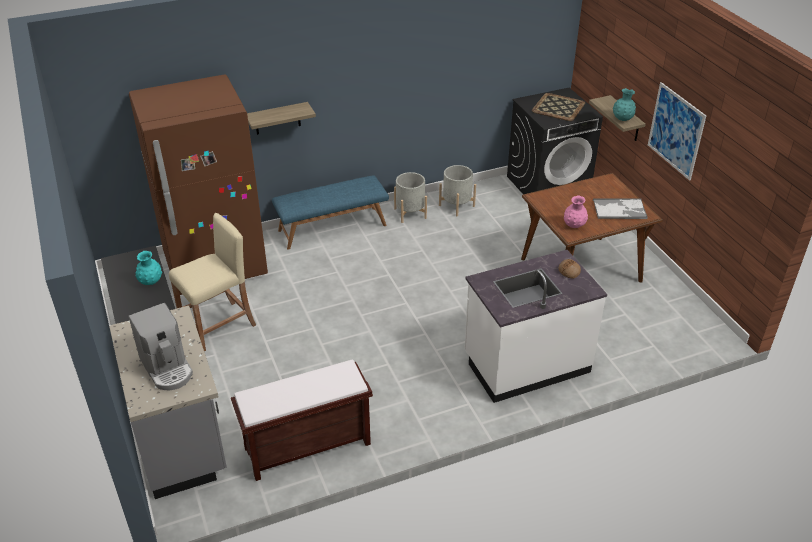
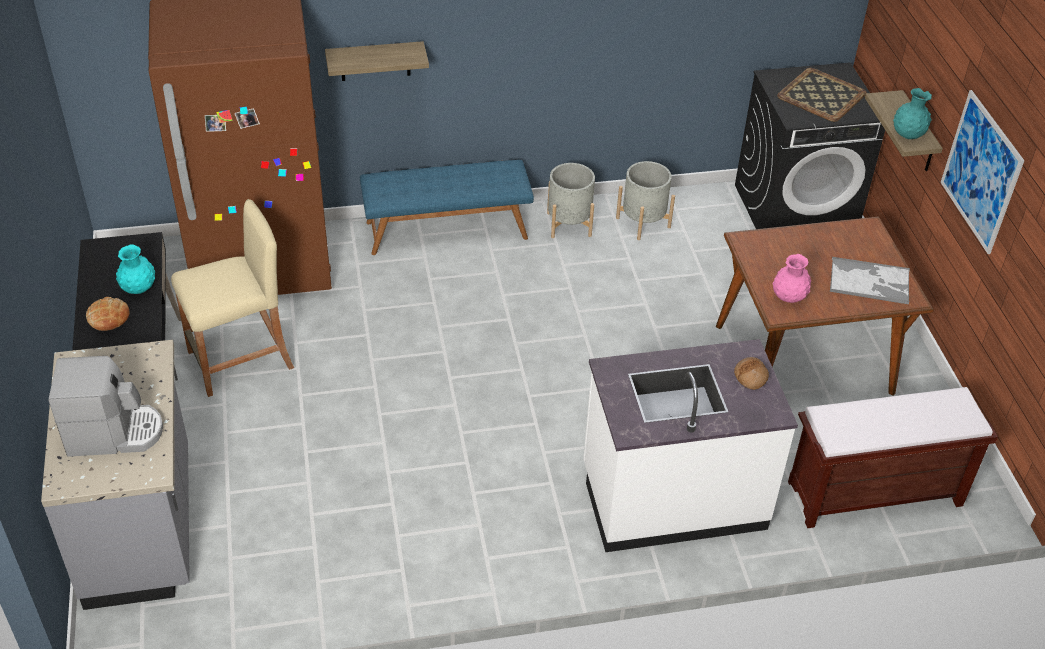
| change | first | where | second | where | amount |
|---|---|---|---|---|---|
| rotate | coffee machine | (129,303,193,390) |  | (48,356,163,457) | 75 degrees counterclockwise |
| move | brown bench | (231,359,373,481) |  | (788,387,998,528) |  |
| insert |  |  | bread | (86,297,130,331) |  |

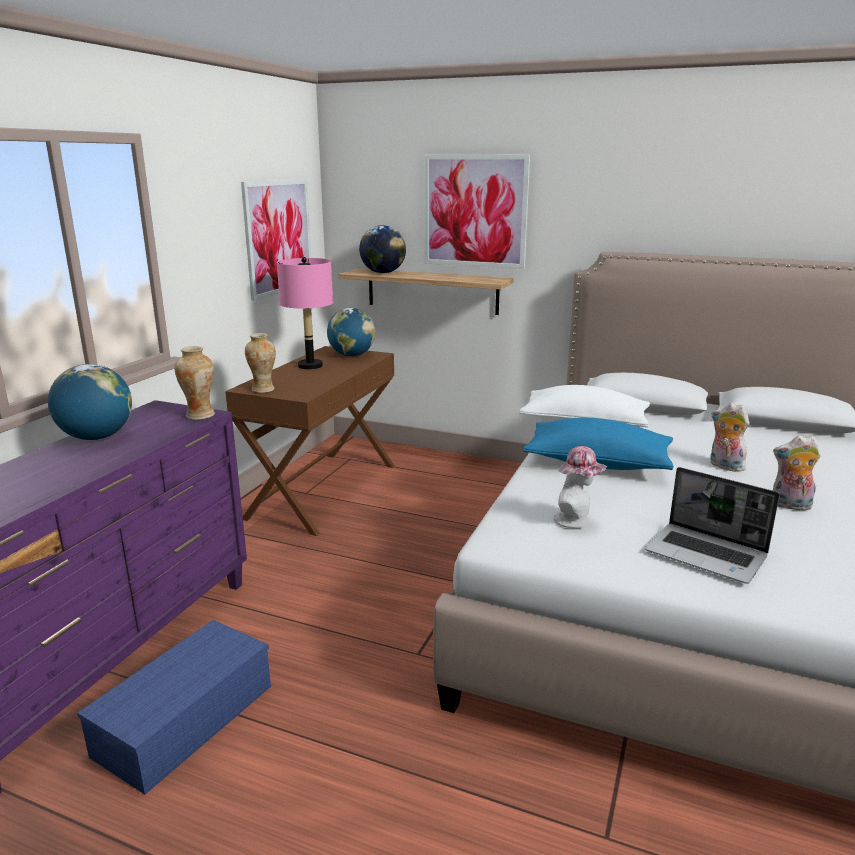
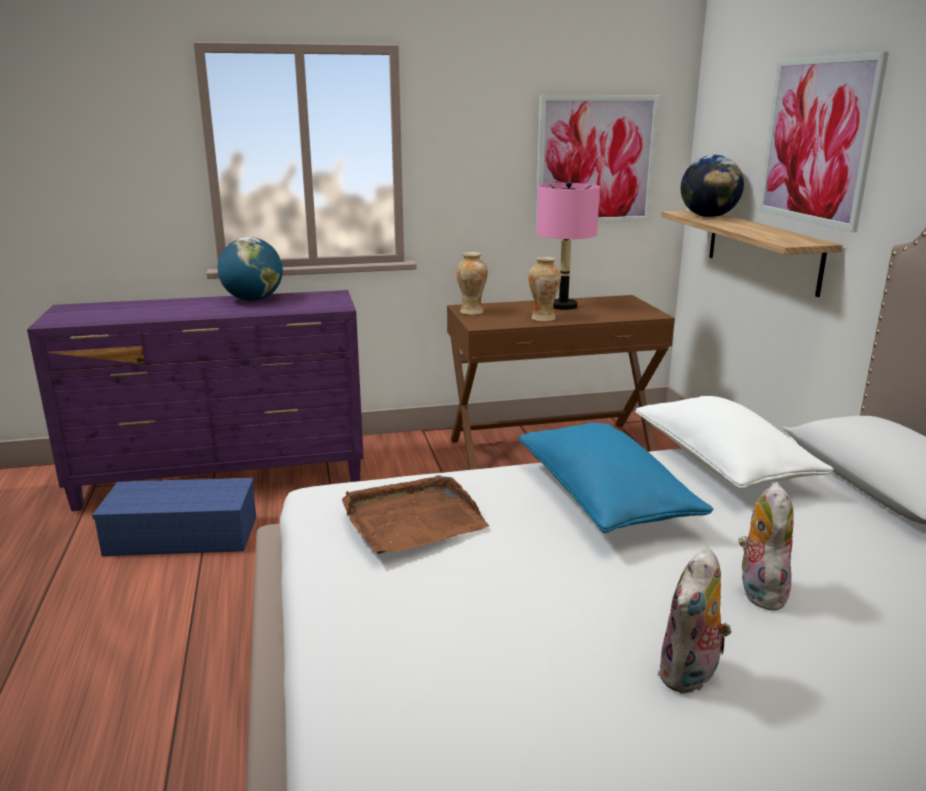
| change | first | where | second | where | amount |
|---|---|---|---|---|---|
| delete | globe | (327,308,375,356) |  |  |  |
| move | vase | (175,346,215,420) |  | (528,257,561,321) |  |
| rotate | plush toy | (773,436,821,510) |  | (657,548,732,694) | 120 degrees counterclockwise |
| replace | hat | (554,446,608,528) | brown tray | (342,475,489,554) |  |
| delete | laptop | (645,467,780,584) |  |  |  |

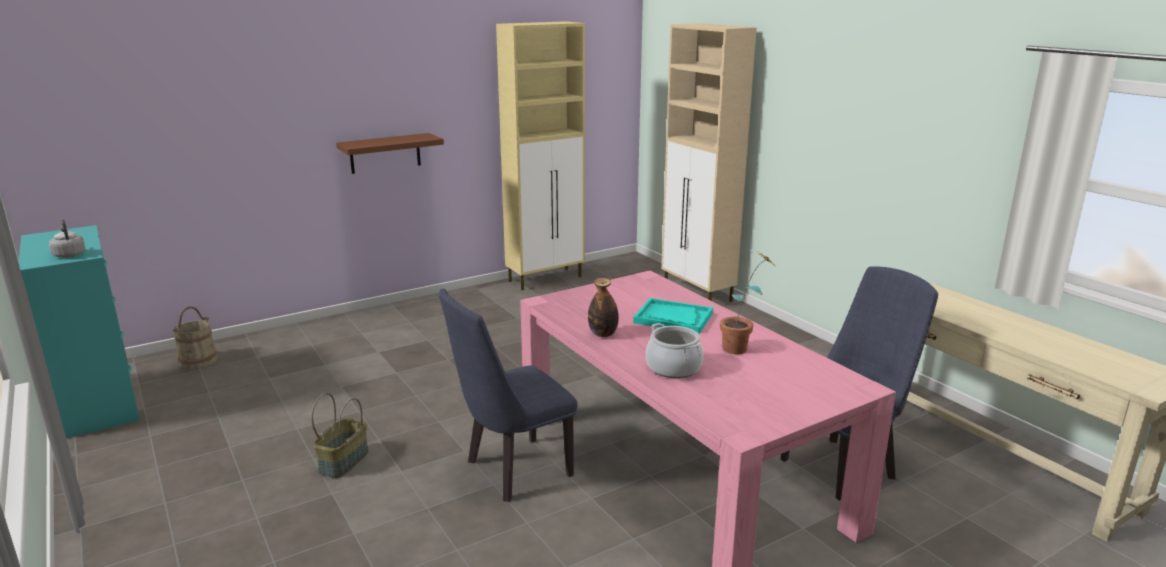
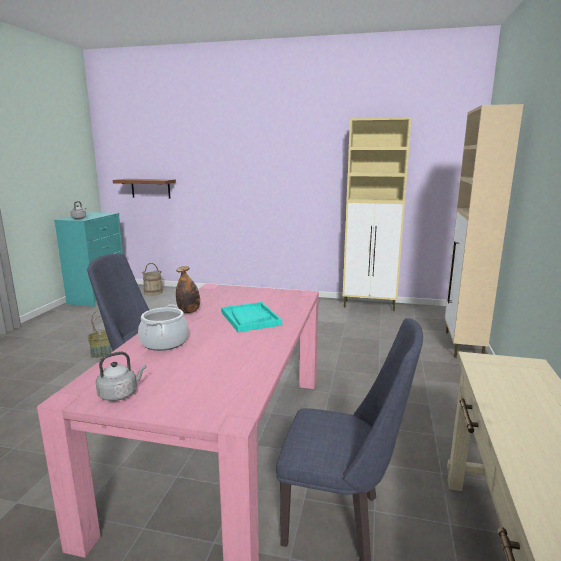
| change | first | where | second | where | amount |
|---|---|---|---|---|---|
| move | brown shelf | (336,133,444,174) |  | (113,179,176,198) |  |
| delete | potted plant | (720,251,776,354) |  |  |  |
| insert |  |  | grey kettle | (96,351,146,401) |  |

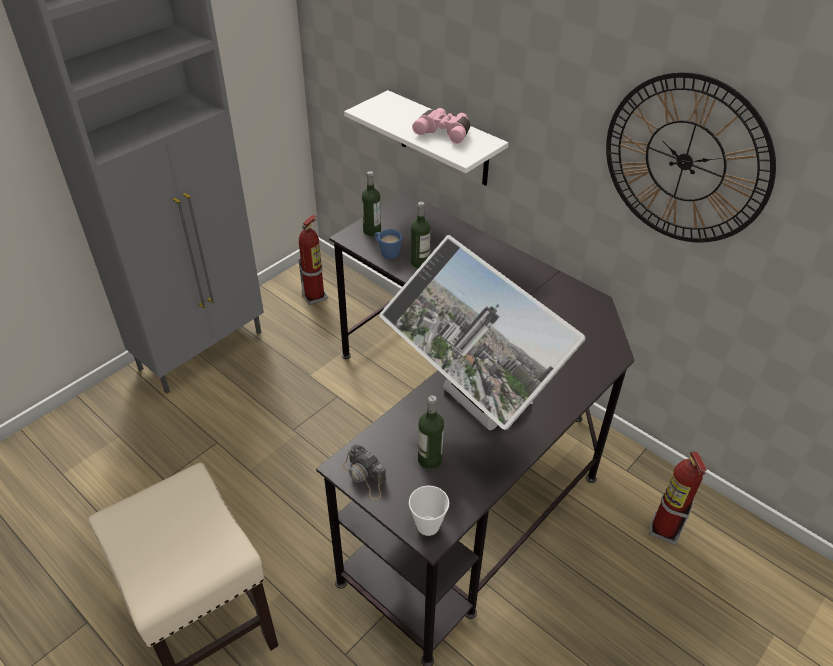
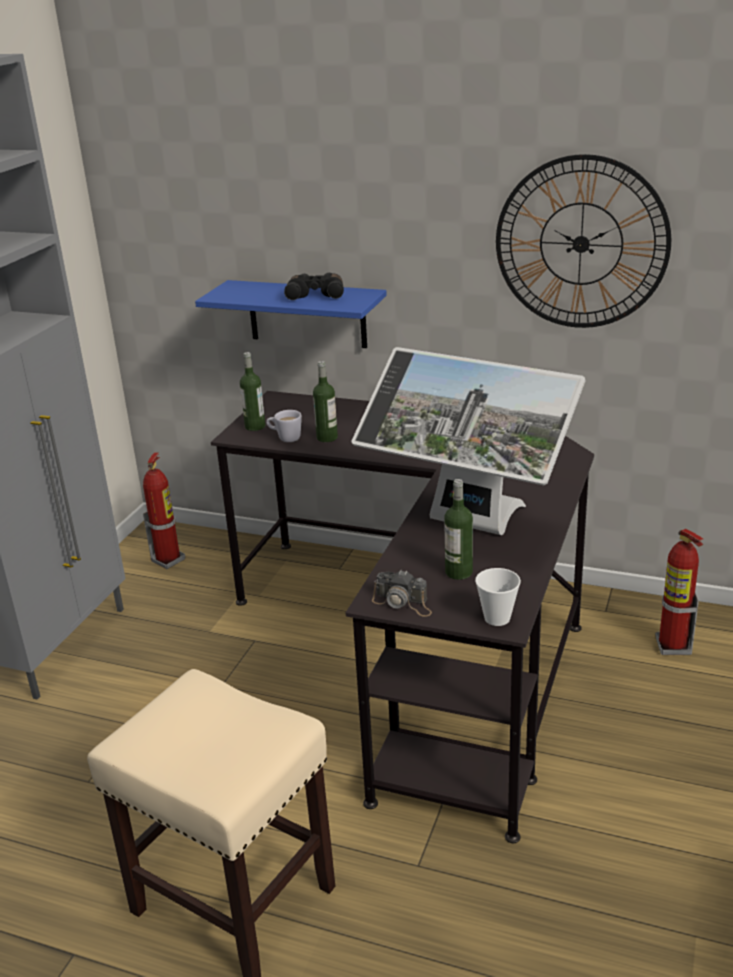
| change | first | where | second | where | amount |
|---|---|---|---|---|---|
| recolor | white shelf | (344,90,509,186) | blue shelf | (195,280,387,348) |  |
| recolor | pink binoculars | (412,108,470,144) | black binoculars | (284,273,344,300) |  |
| recolor | blue mug | (374,229,402,259) | white mug | (266,410,302,442) |  |

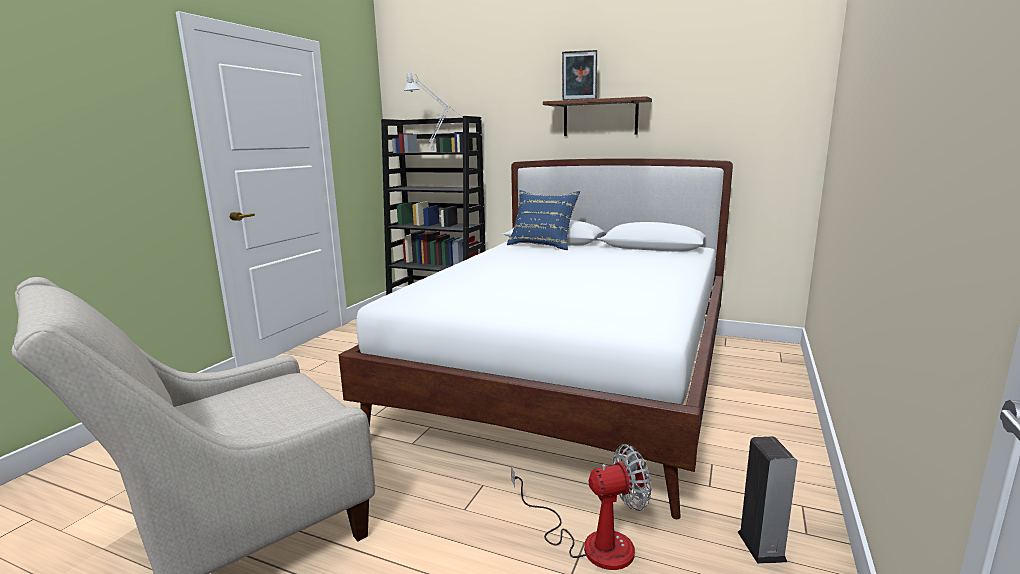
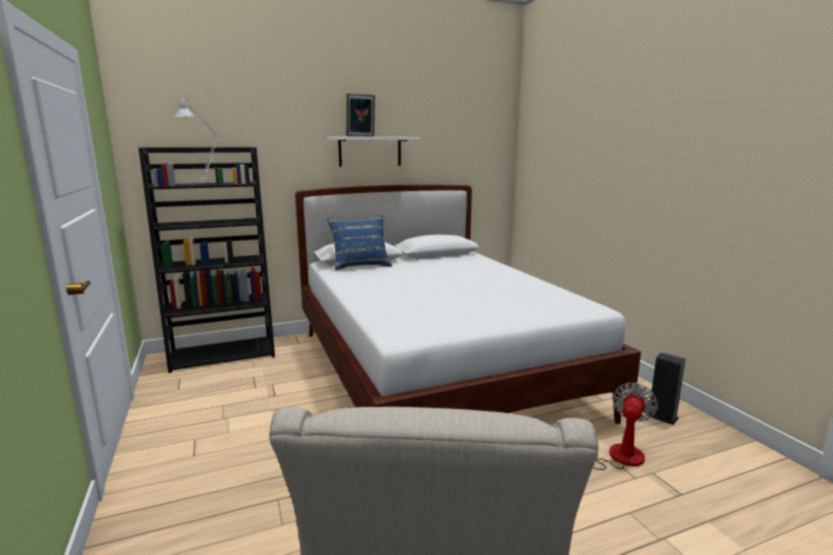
| change | first | where | second | where | amount |
|---|---|---|---|---|---|
| recolor | brown shelf | (543,96,652,136) | white shelf | (327,136,420,167) |  |

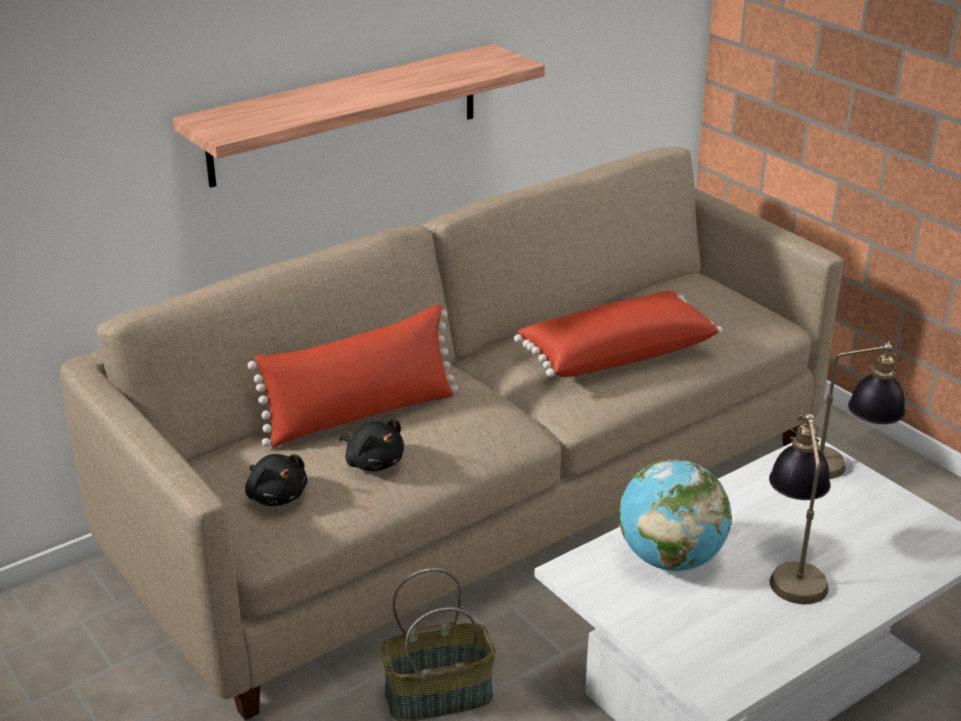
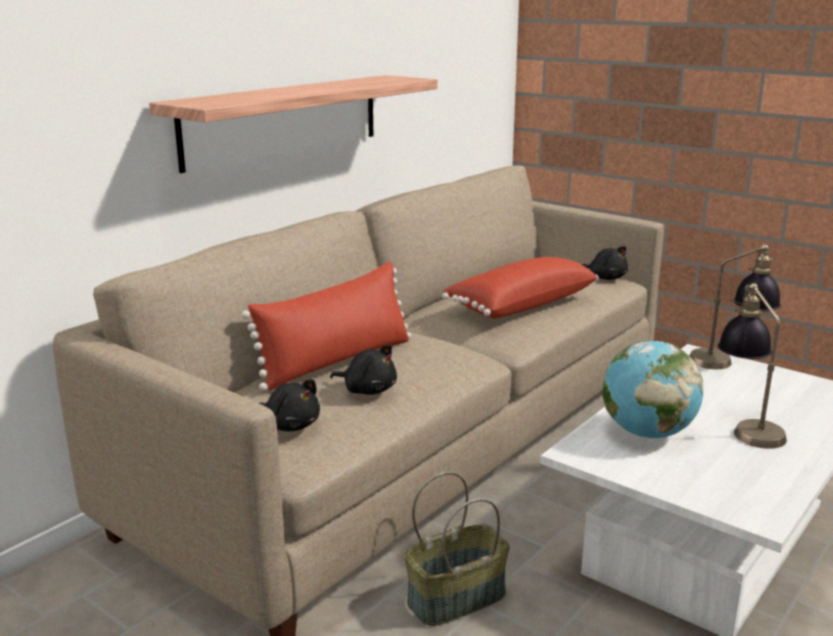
| change | first | where | second | where | amount |
|---|---|---|---|---|---|
| insert |  |  | black plush toy | (581,246,628,280) |  |

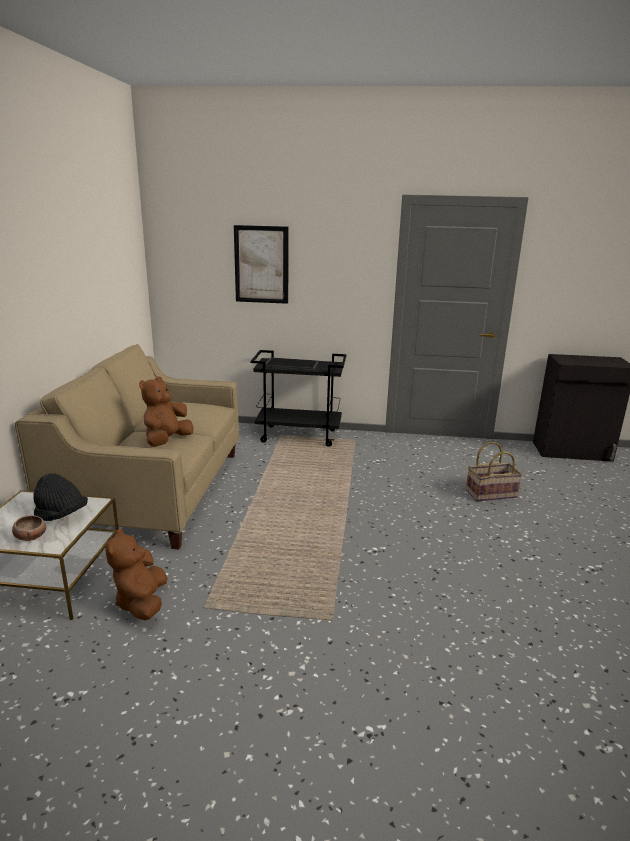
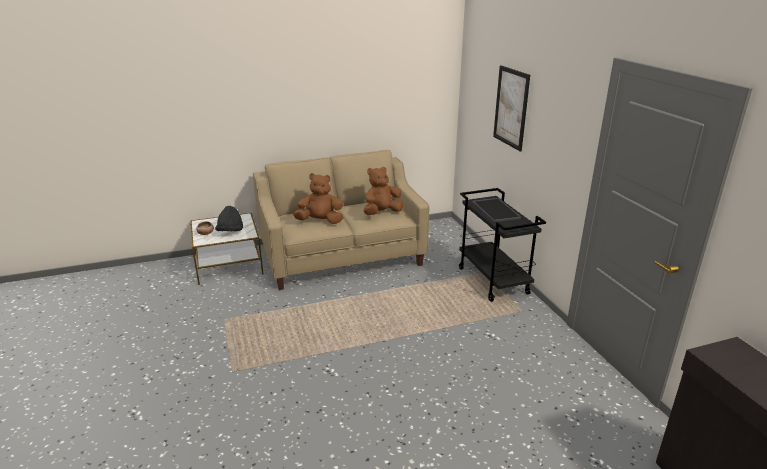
| change | first | where | second | where | amount |
|---|---|---|---|---|---|
| delete | basket | (466,442,522,502) |  |  |  |
| move | brown plush toy | (105,529,167,620) |  | (364,167,403,215) |  |

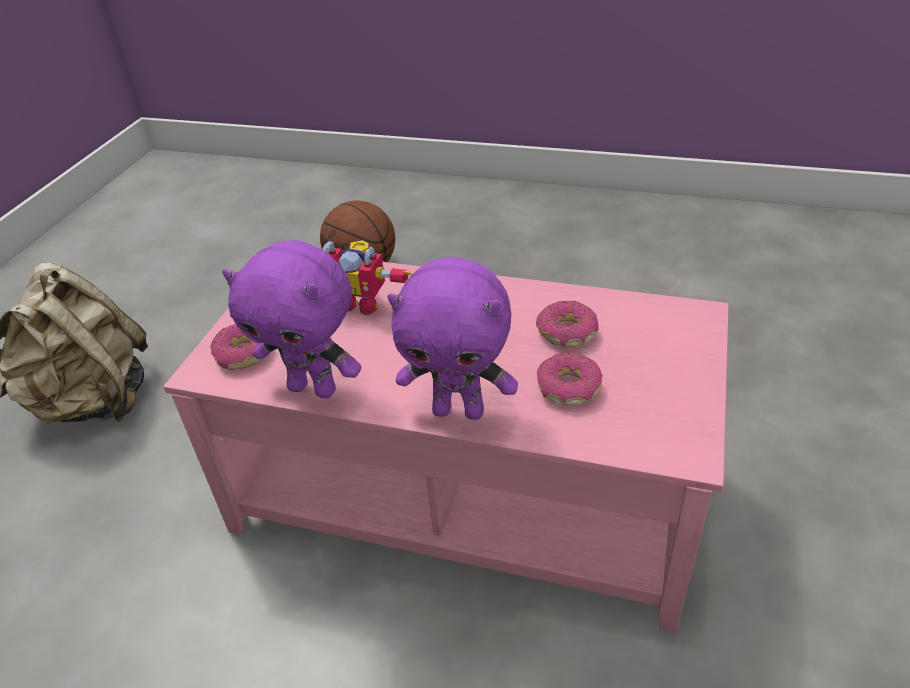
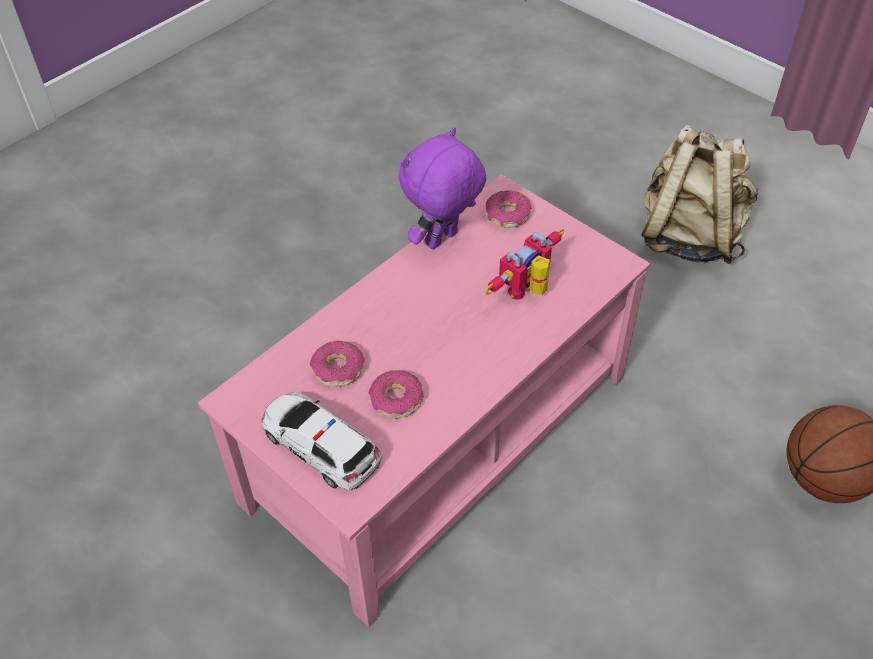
| change | first | where | second | where | amount |
|---|---|---|---|---|---|
| delete | purple plush toy | (387,257,518,420) |  |  |  |
| insert |  |  | toy car | (261,392,382,490) |  |

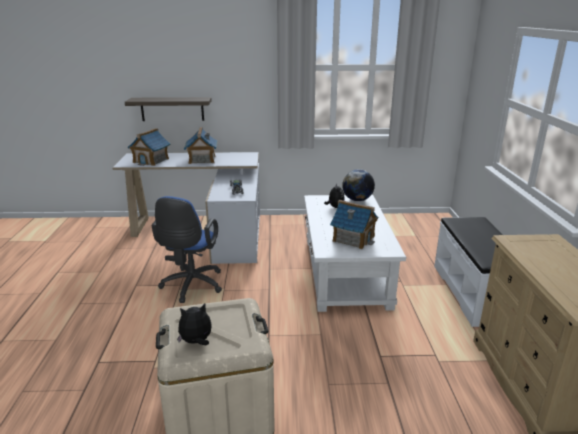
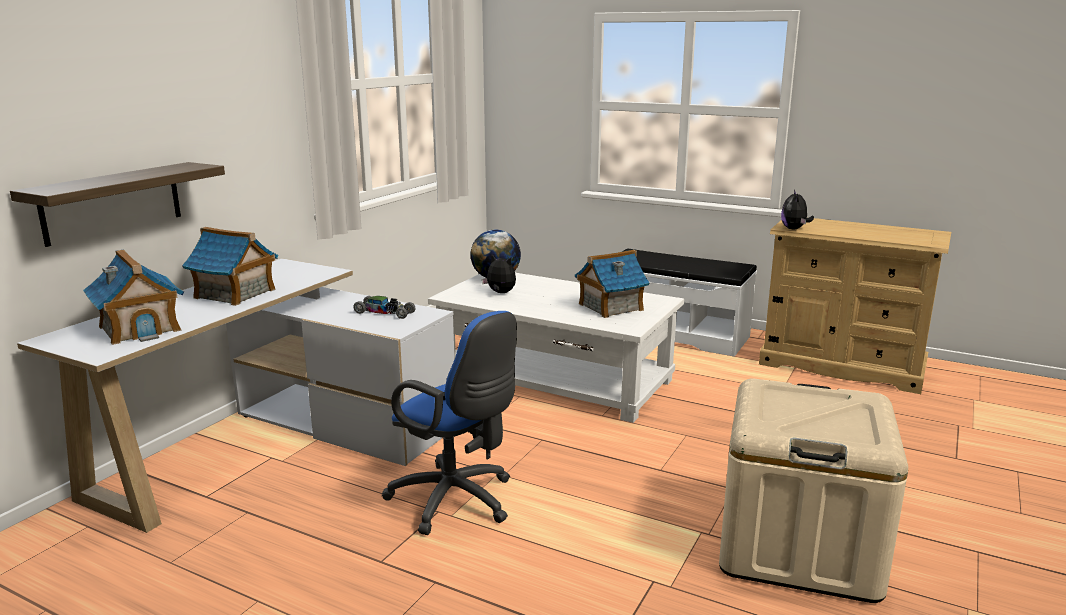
| change | first | where | second | where | amount |
|---|---|---|---|---|---|
| move | plush toy | (177,304,212,345) |  | (781,190,814,229) |  |

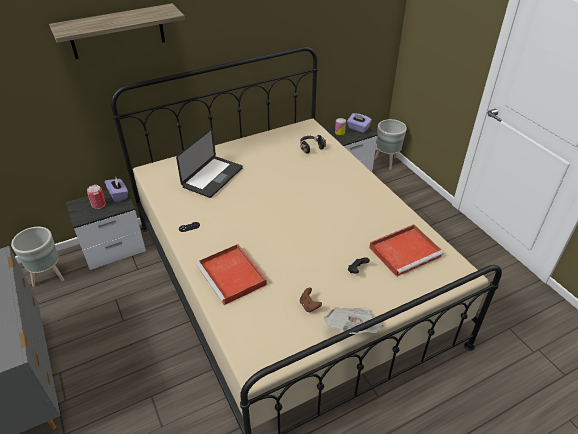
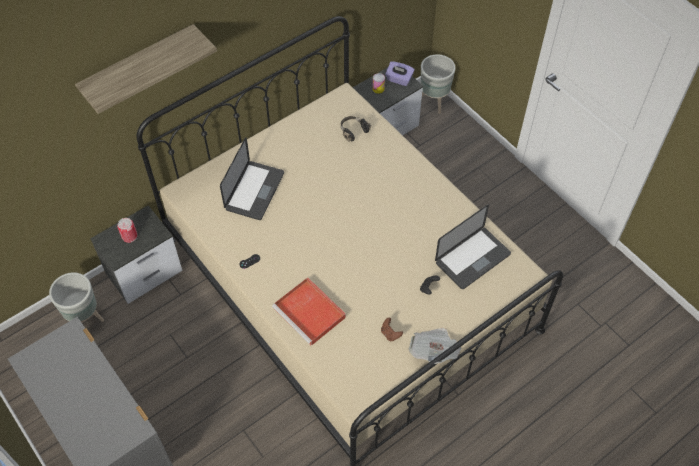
| change | first | where | second | where | amount |
|---|---|---|---|---|---|
| delete | purple tissue box | (105,178,128,202) |  |  |  |
| replace | red tray | (369,224,444,277) | laptop | (435,204,511,289) |  |

